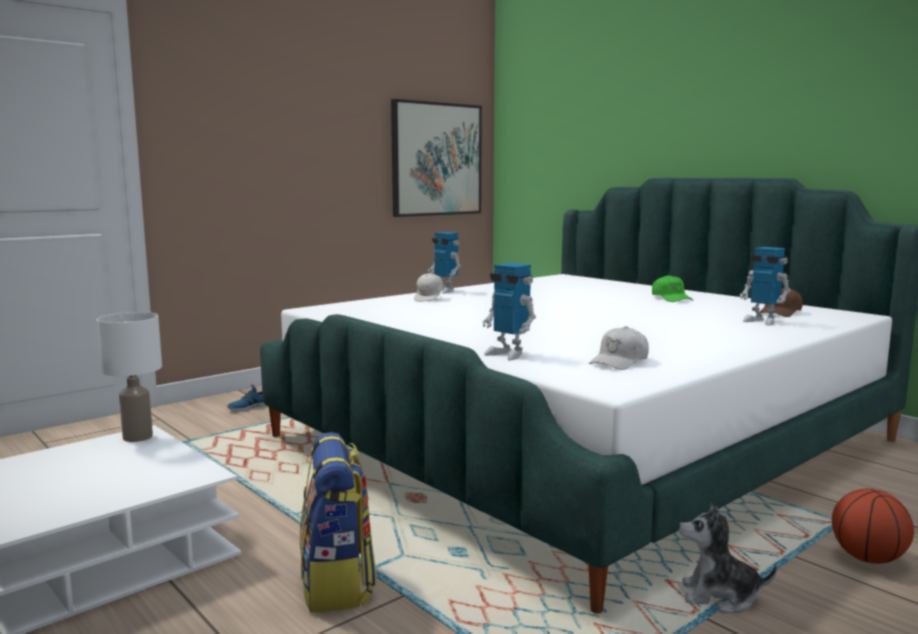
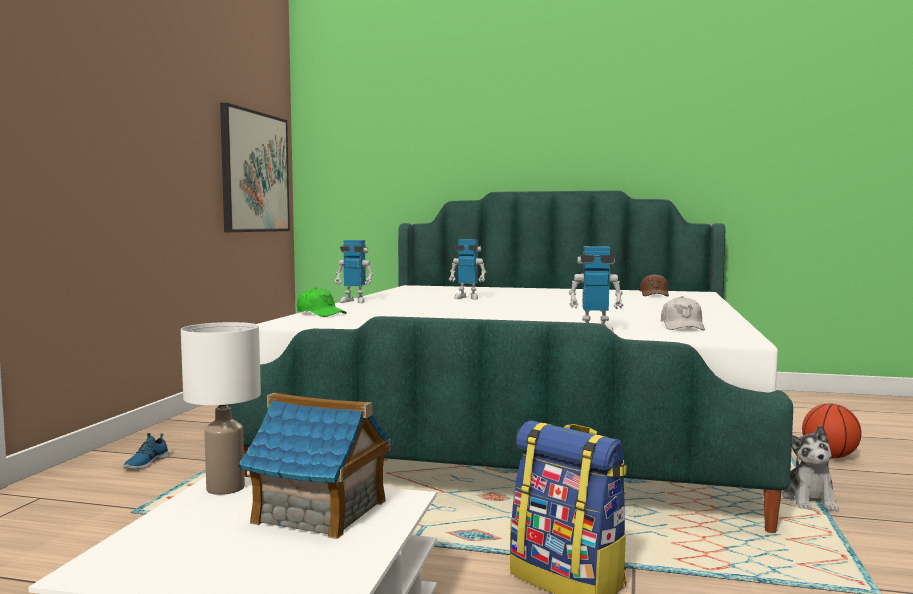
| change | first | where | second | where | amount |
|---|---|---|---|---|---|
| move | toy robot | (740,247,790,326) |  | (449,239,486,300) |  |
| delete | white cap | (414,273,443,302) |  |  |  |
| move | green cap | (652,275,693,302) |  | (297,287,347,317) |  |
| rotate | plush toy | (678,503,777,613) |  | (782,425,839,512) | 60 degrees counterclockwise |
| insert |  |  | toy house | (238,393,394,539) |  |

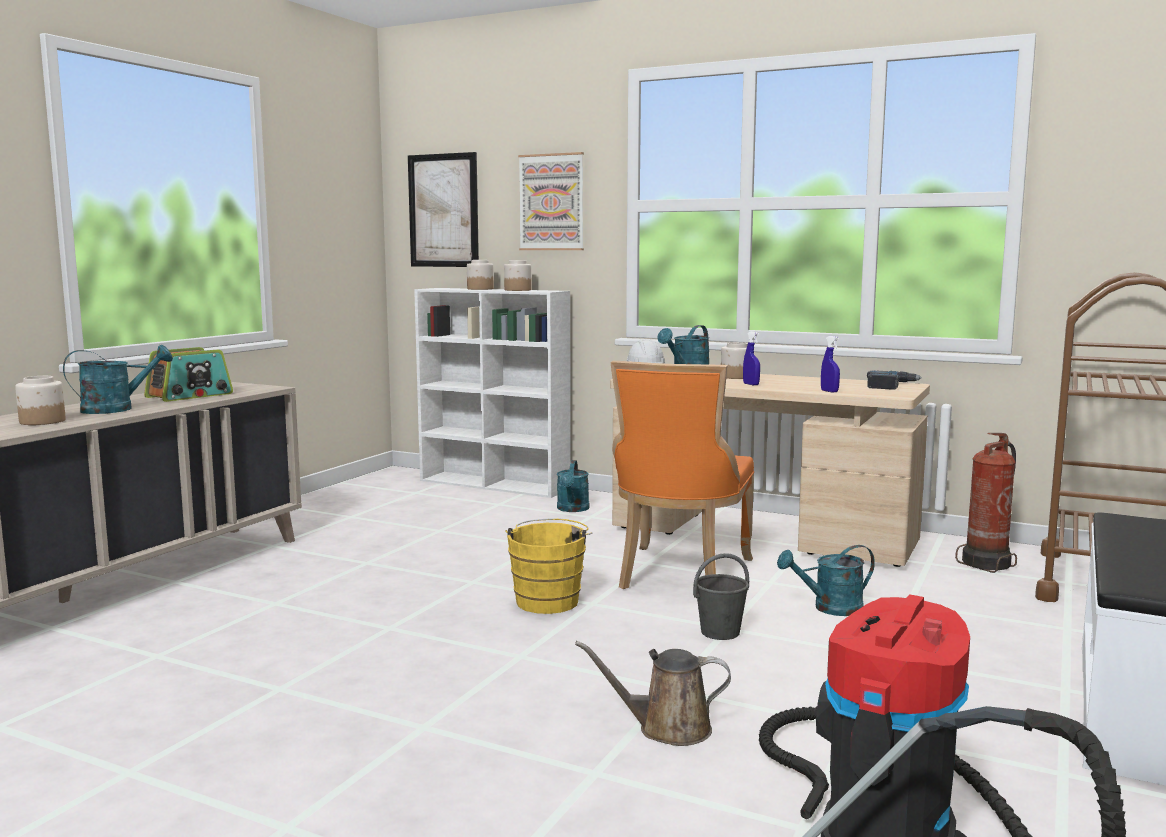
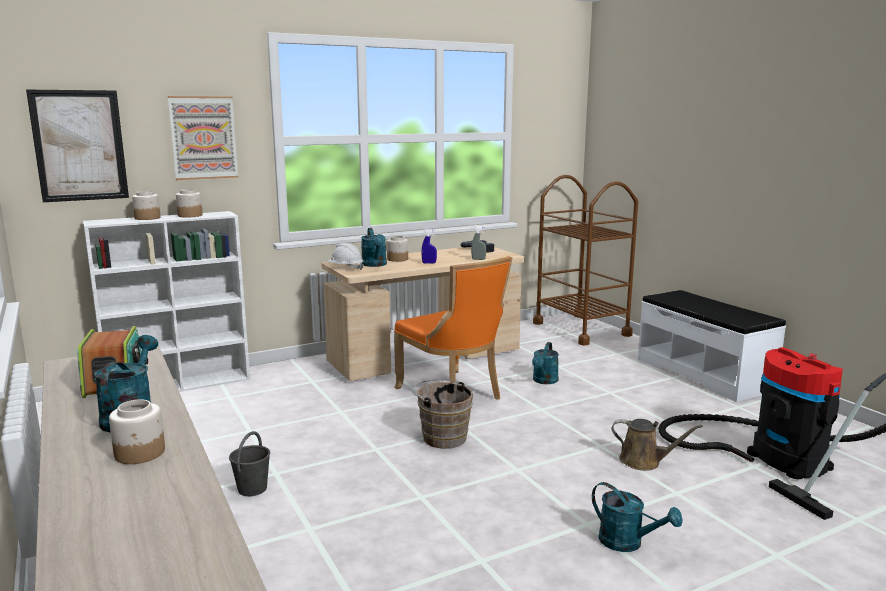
| change | first | where | second | where | amount |
|---|---|---|---|---|---|
| recolor | blue spray bottle | (821,336,840,392) | grey spray bottle | (471,226,486,260) |  |
| delete | fire extinguisher | (955,433,1017,573) |  |  |  |
| move | turquoise watering can | (557,460,589,512) |  | (592,482,683,552) |  |
| recolor | yellow bucket | (505,518,592,614) | brown bucket | (412,379,473,449) |  |
| move | grey bucket | (693,553,749,640) |  | (229,431,270,496) |  |
| rotate | brown watering can | (575,641,731,746) |  | (611,419,702,471) | 105 degrees counterclockwise |

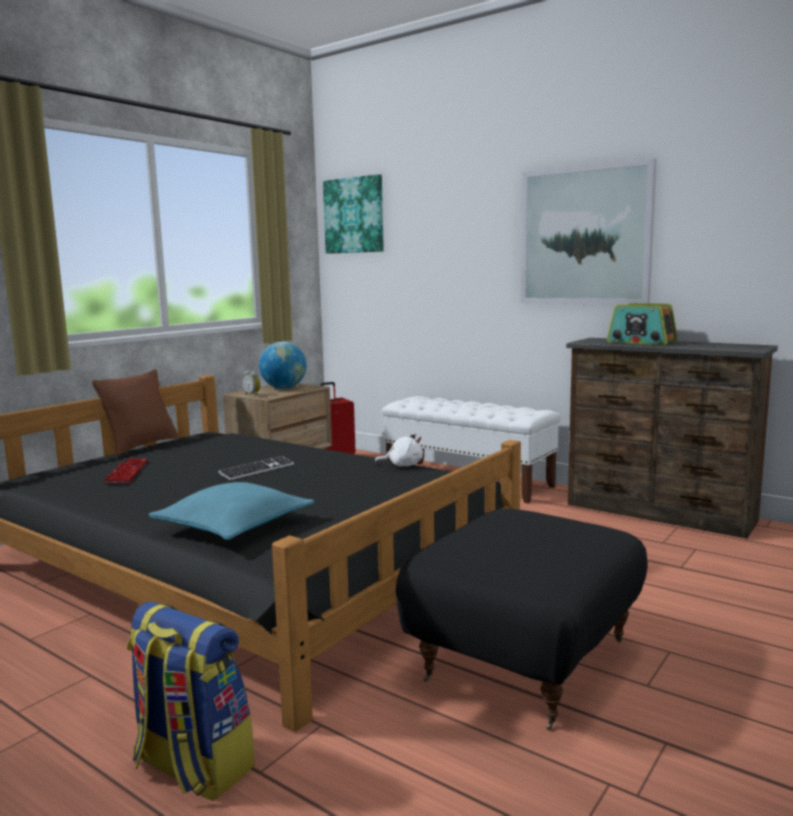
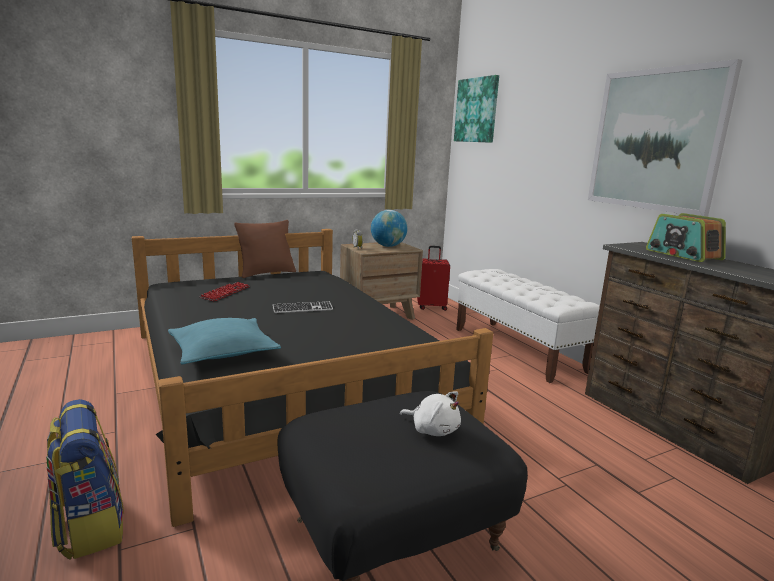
| change | first | where | second | where | amount |
|---|---|---|---|---|---|
| move | white plush toy | (374,433,423,466) |  | (400,391,461,436) |  |

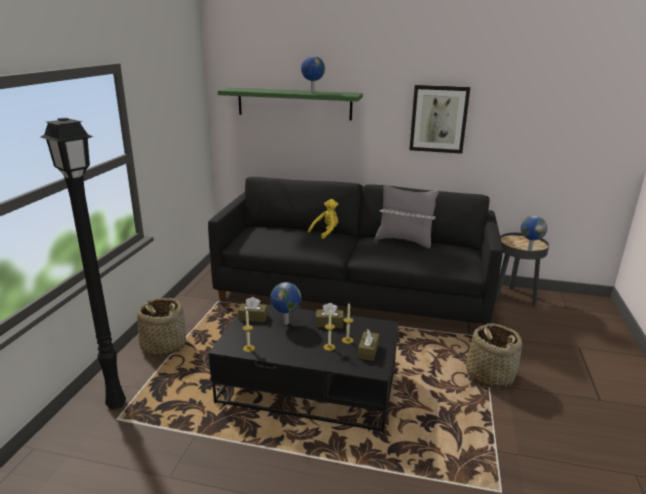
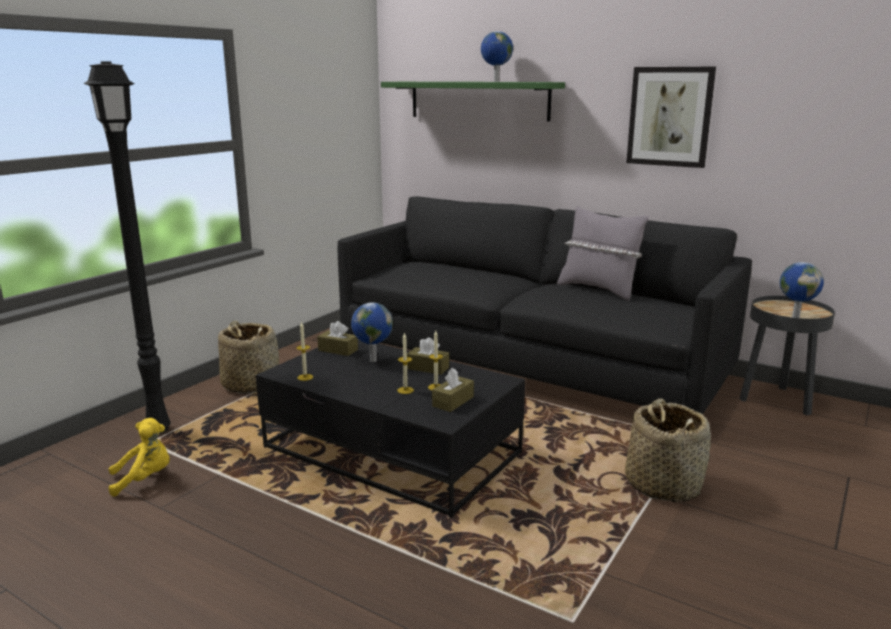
| change | first | where | second | where | amount |
|---|---|---|---|---|---|
| move | yellow plush toy | (308,199,338,239) |  | (108,418,170,497) |  |

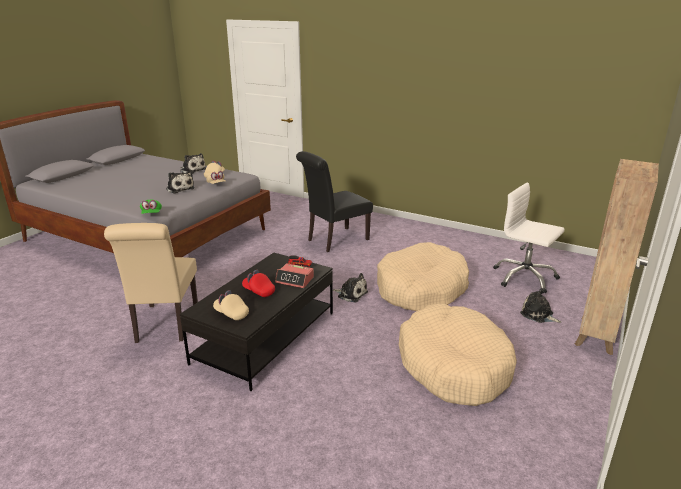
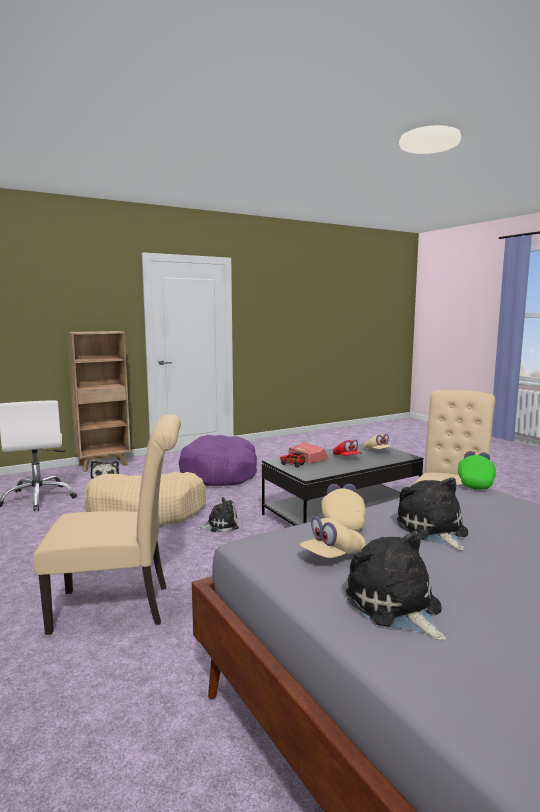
| change | first | where | second | where | amount |
|---|---|---|---|---|---|
| recolor | black chair | (296,151,373,252) | beige chair | (33,414,181,635) |  |
| rotate | plush toy | (333,273,368,302) |  | (196,497,239,532) | 105 degrees clockwise |
| recolor | beige dog bed | (399,304,517,406) | purple dog bed | (179,435,257,486) |  |

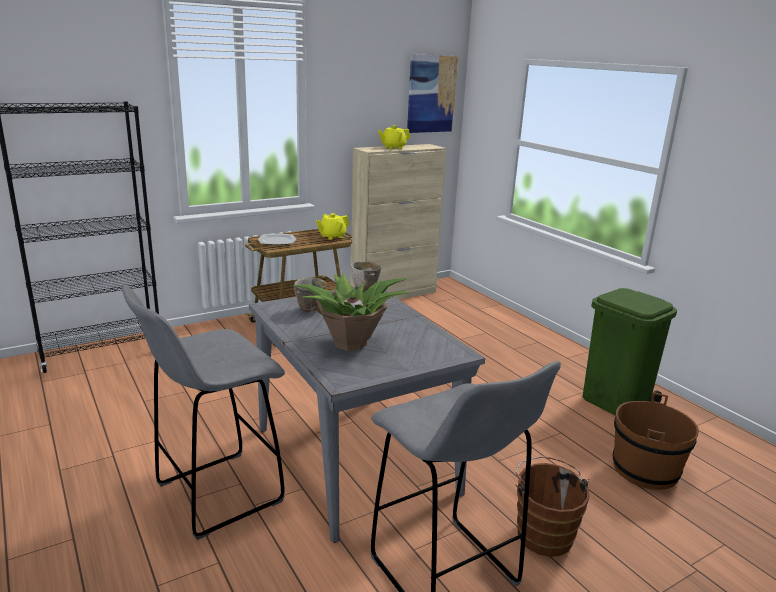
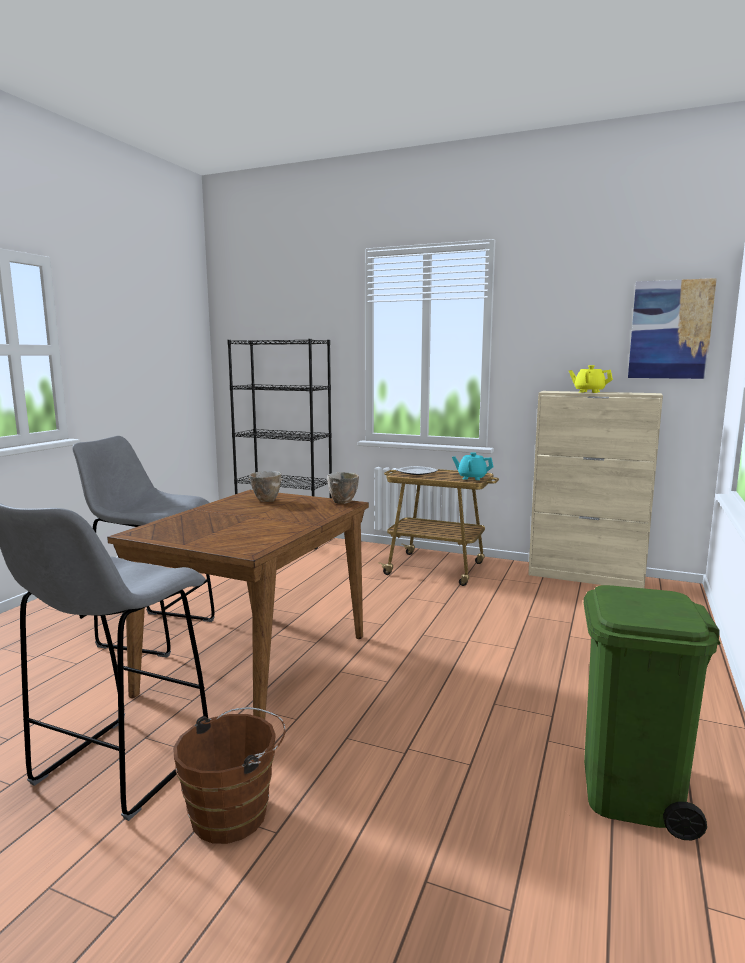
| change | first | where | second | where | amount |
|---|---|---|---|---|---|
| recolor | yellow teapot | (316,213,349,240) | turquoise teapot | (452,452,494,480) |  |
| delete | potted plant | (288,274,410,351) |  |  |  |
| recolor | grey dining table | (249,287,485,543) | brown dining table | (107,490,369,719) |  |
| delete | brown bucket | (613,392,699,490) |  |  |  |

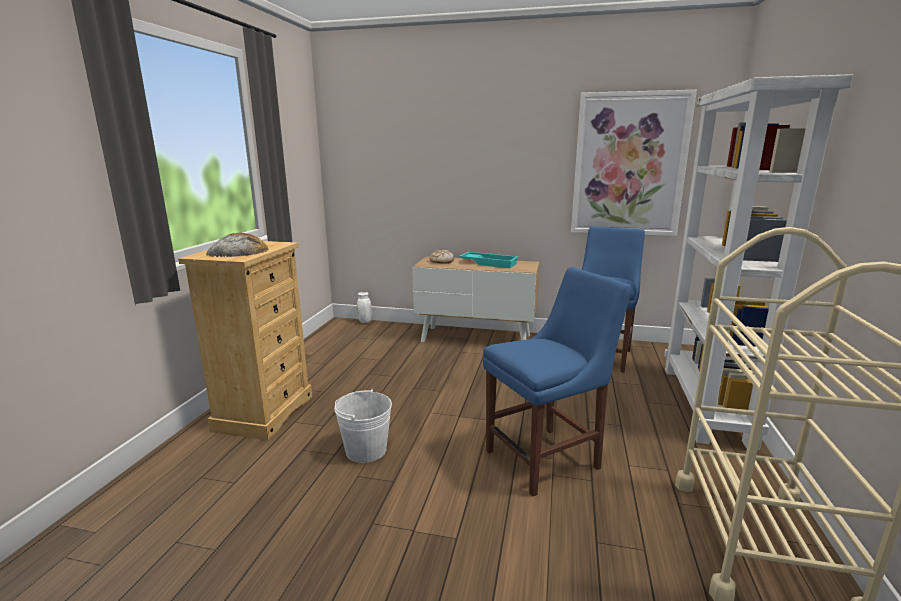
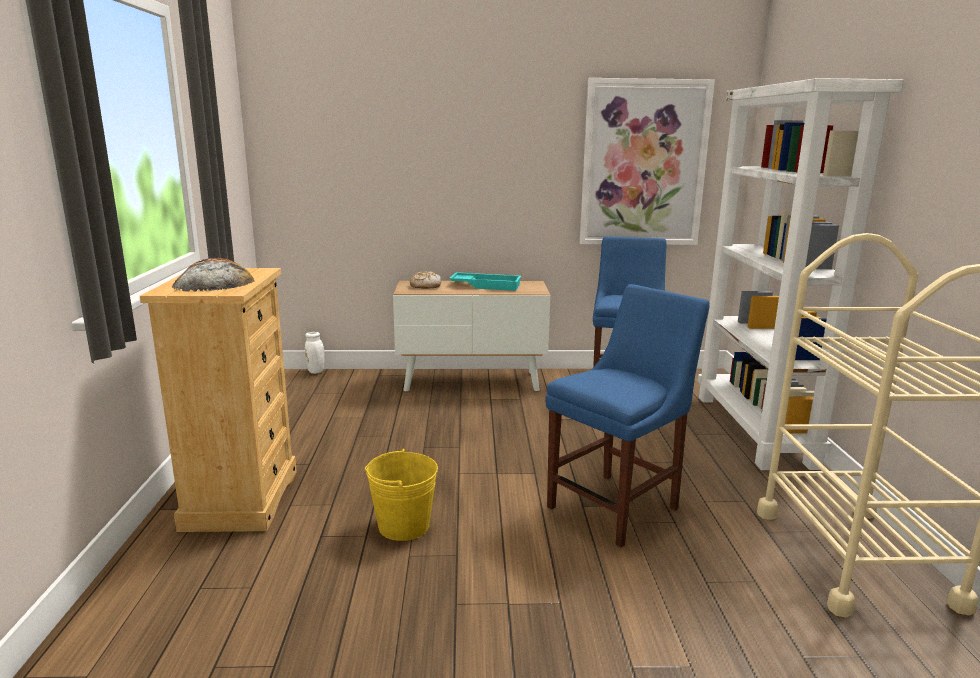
| change | first | where | second | where | amount |
|---|---|---|---|---|---|
| recolor | white bucket | (334,389,392,463) | yellow bucket | (364,448,438,541) |  |

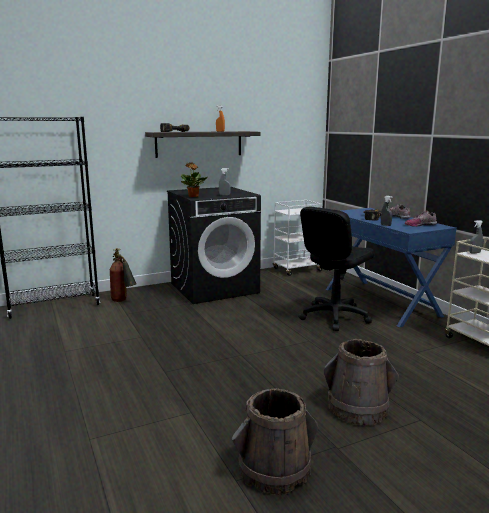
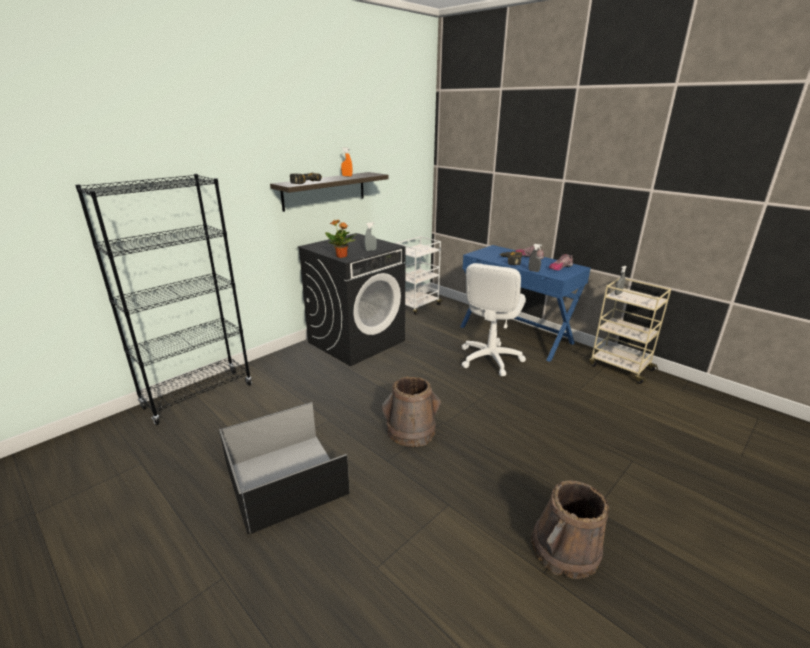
| change | first | where | second | where | amount |
|---|---|---|---|---|---|
| recolor | black office chair | (298,207,375,331) | white office chair | (461,263,526,376) |  |
| delete | fire extinguisher | (110,248,136,302) |  |  |  |
| move | brown bucket | (324,339,399,426) |  | (382,376,441,447) |  |
| insert |  |  | black storage box | (219,402,350,535) |  |

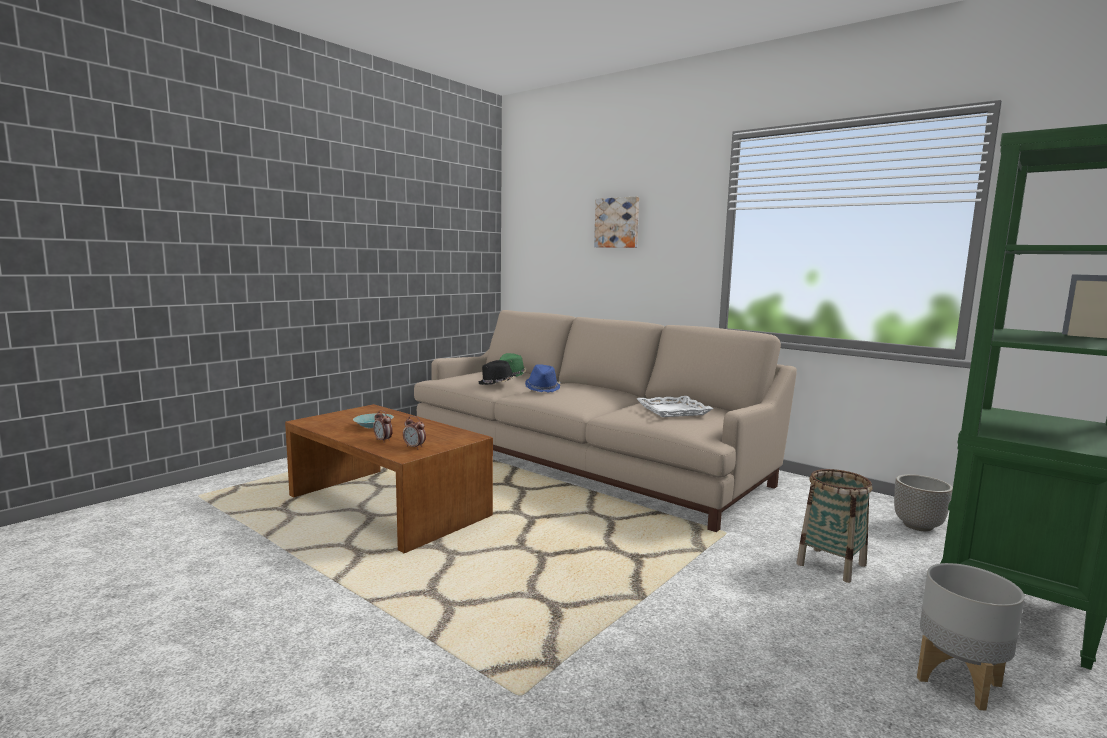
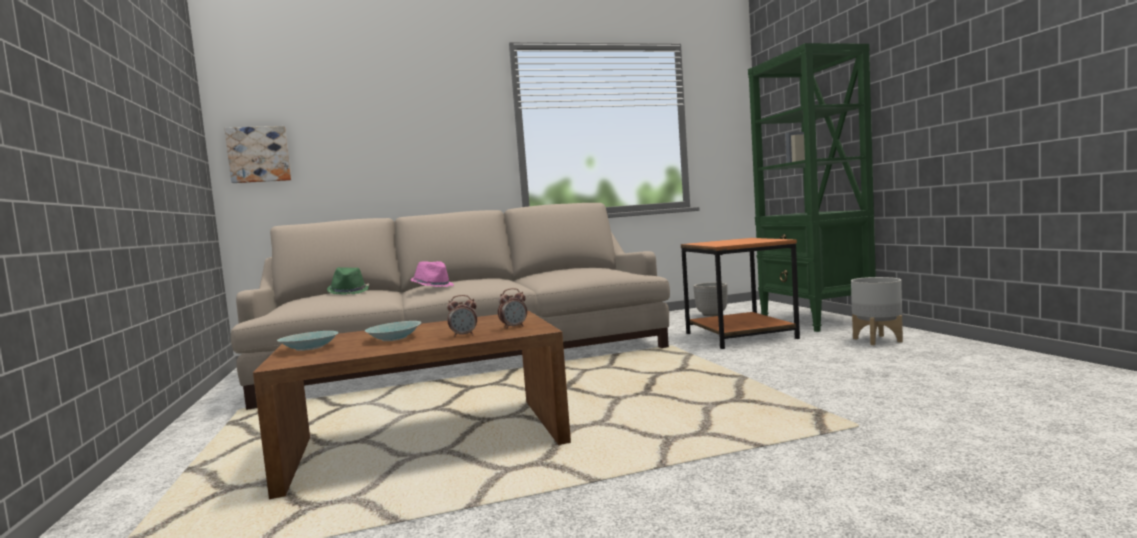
| change | first | where | second | where | amount |
|---|---|---|---|---|---|
| move | picture | (594,197,639,248) |  | (224,126,292,183) |  |
| delete | black hat | (478,360,516,385) |  |  |  |
| recolor | blue hat | (525,364,561,392) | pink hat | (410,261,454,287) |  |
| delete | white tray | (637,396,713,417) |  |  |  |
| replace | basket | (796,469,872,583) | orange side table | (681,238,800,349) |  |
| insert |  |  | turquoise bowl | (277,331,339,351) |  |

